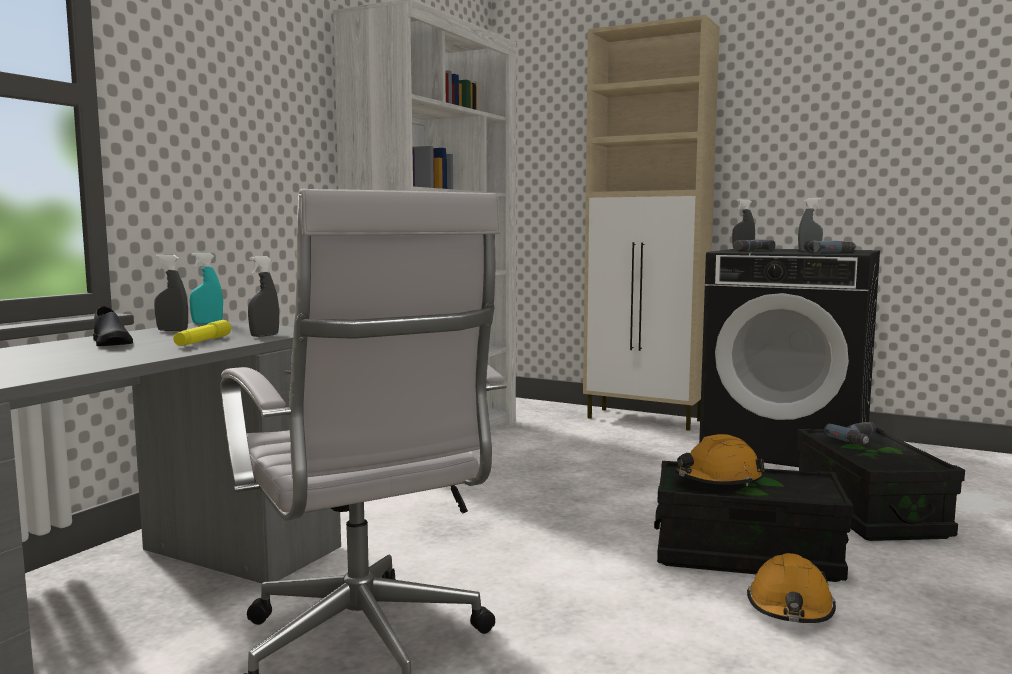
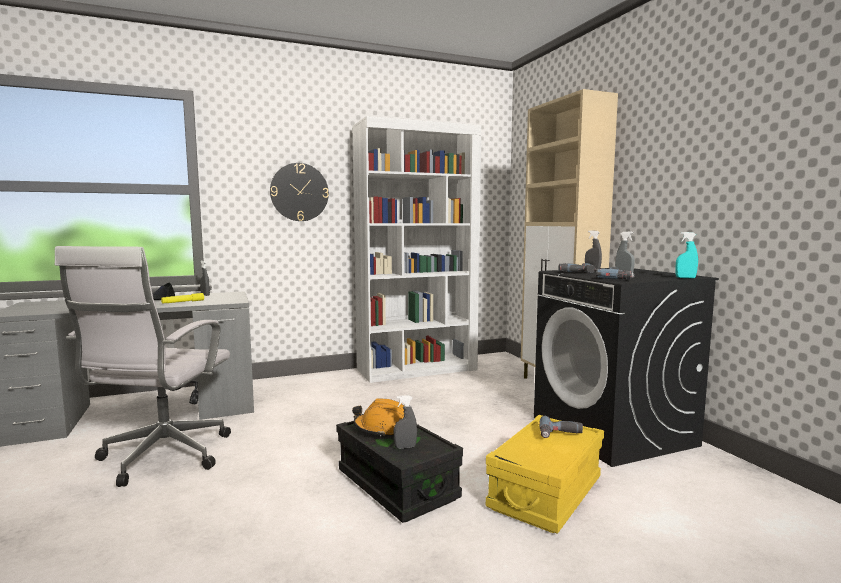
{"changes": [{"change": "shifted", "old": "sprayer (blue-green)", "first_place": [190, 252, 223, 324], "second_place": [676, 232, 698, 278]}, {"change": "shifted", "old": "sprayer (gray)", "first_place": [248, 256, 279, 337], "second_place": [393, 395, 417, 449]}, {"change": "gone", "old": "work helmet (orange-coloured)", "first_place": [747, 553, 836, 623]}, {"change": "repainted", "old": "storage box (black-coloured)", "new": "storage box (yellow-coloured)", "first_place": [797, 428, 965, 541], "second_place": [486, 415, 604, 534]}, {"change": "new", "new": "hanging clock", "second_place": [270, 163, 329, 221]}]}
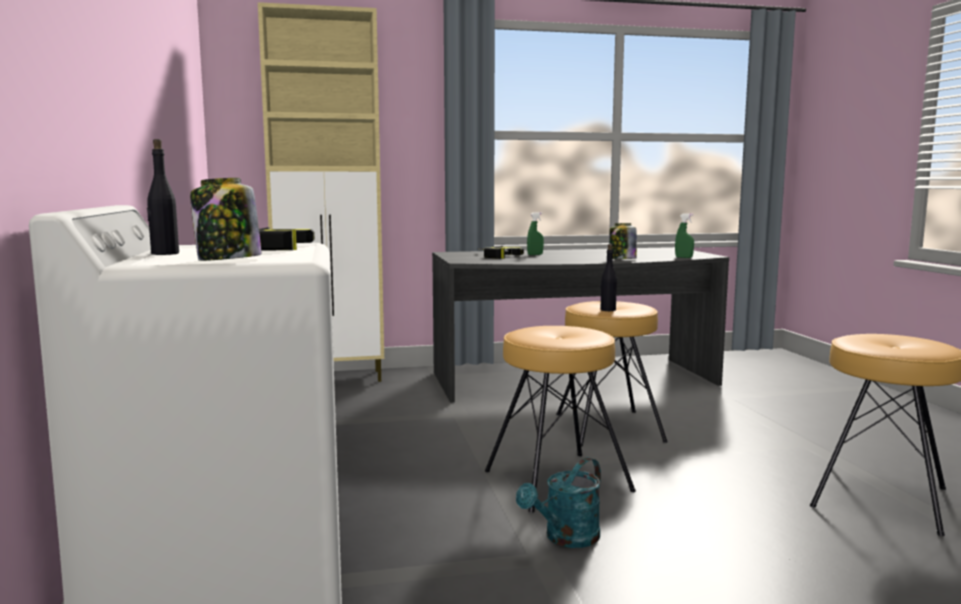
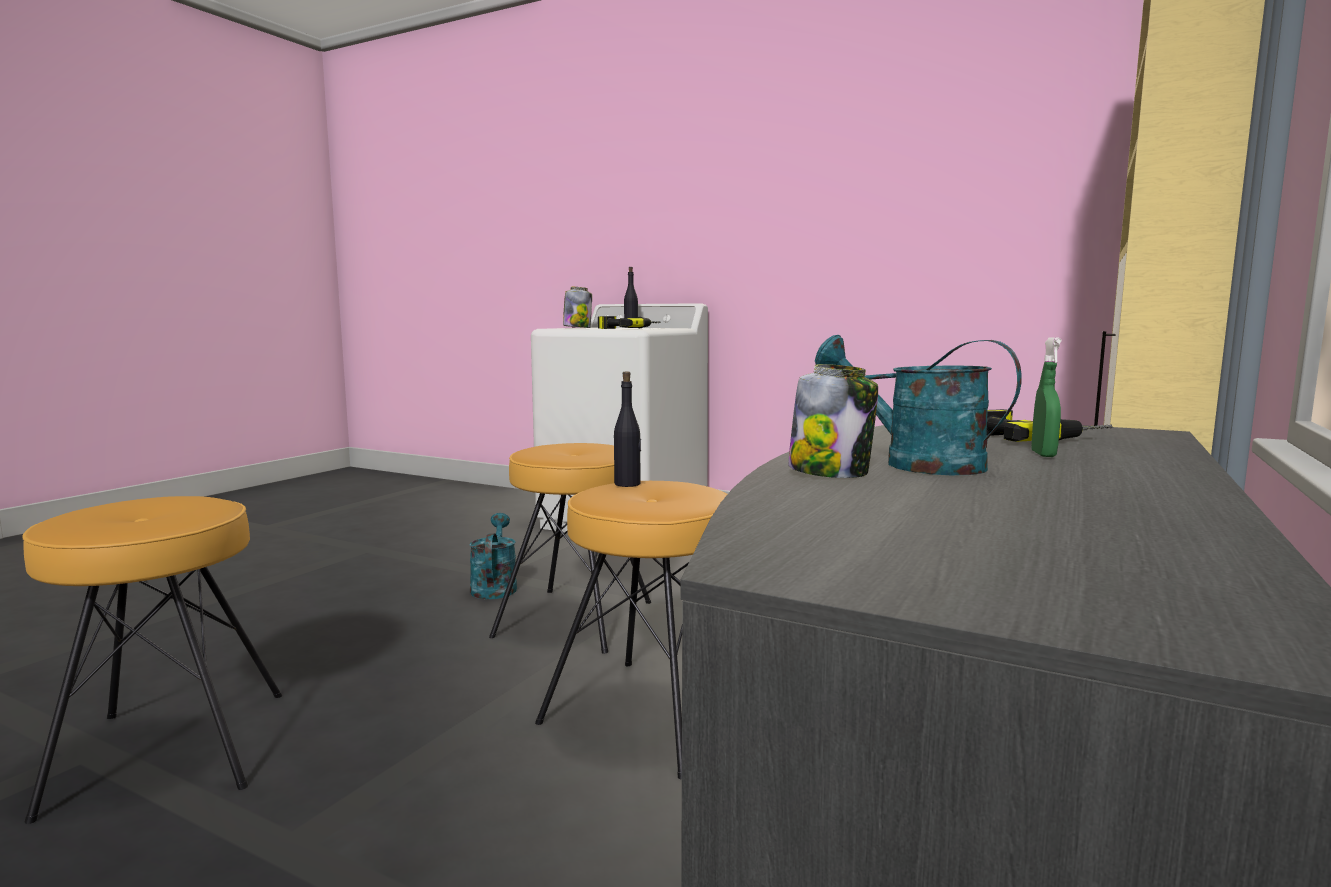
{"changes": [{"change": "gone", "old": "sprayer (green)", "first_place": [675, 214, 694, 258]}, {"change": "new", "new": "watering pot (blue-green)", "second_place": [815, 335, 1022, 475]}]}
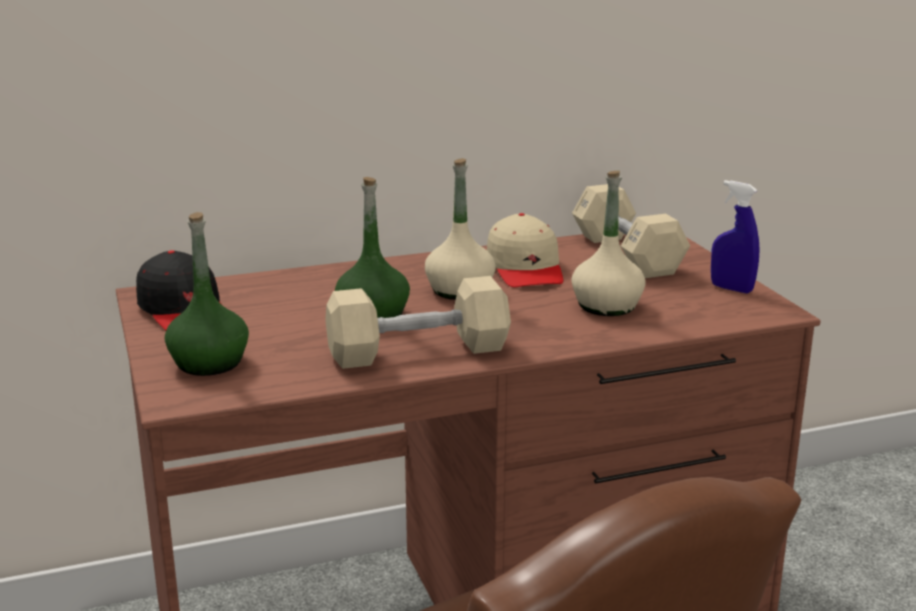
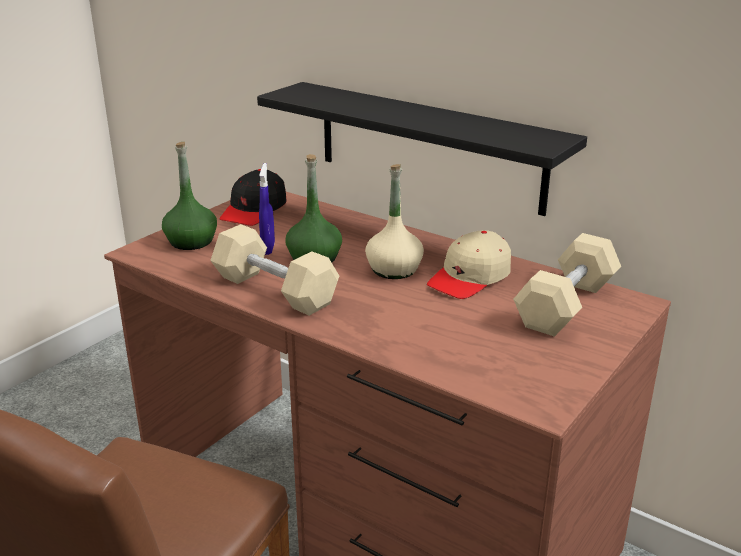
{"changes": [{"change": "gone", "old": "drink bottle (sand-coloured)", "first_place": [571, 171, 646, 316]}, {"change": "shifted", "old": "sprayer (blue)", "first_place": [711, 180, 760, 293], "second_place": [259, 163, 275, 255]}, {"change": "new", "new": "wall shelf (black-coloured)", "second_place": [257, 82, 587, 216]}]}
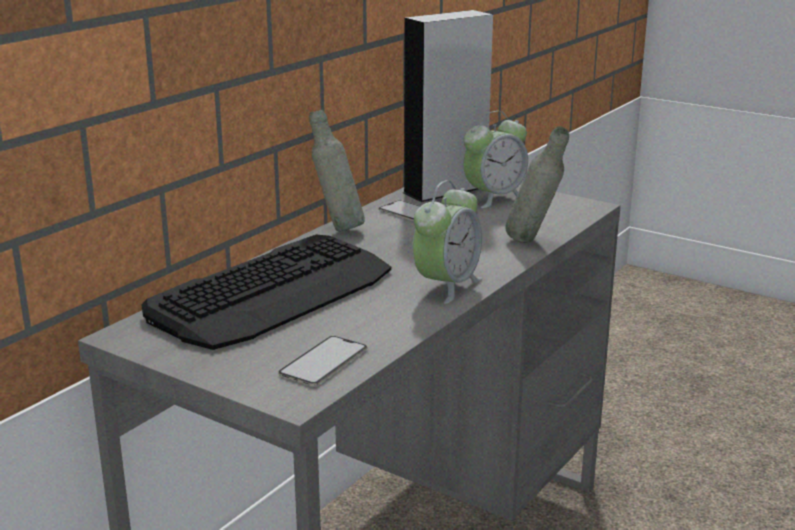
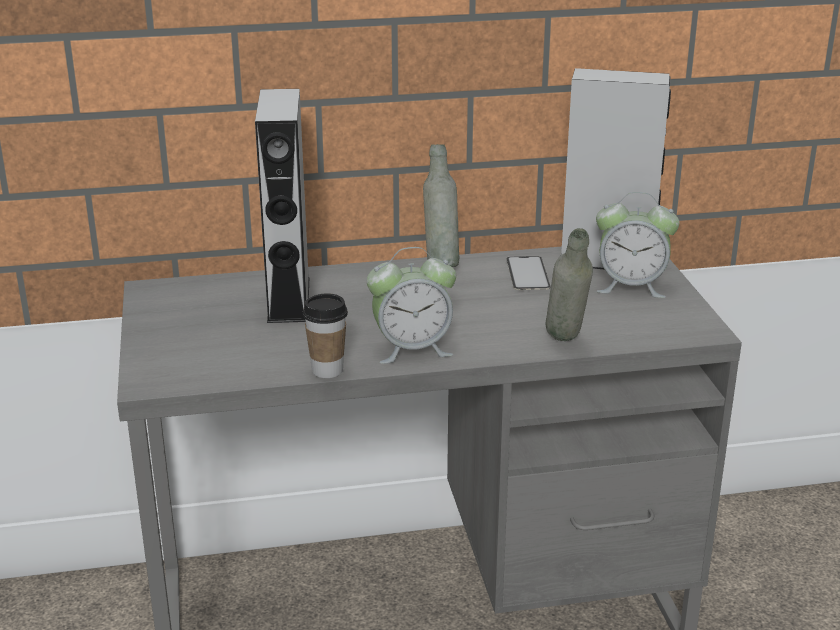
{"changes": [{"change": "swapped", "old": "PC keyboard", "new": "audio speaker (gray)", "first_place": [142, 235, 391, 350], "second_place": [255, 89, 309, 323]}, {"change": "gone", "old": "telephone", "first_place": [278, 336, 367, 386]}, {"change": "new", "new": "drinking cup", "second_place": [303, 293, 348, 378]}]}
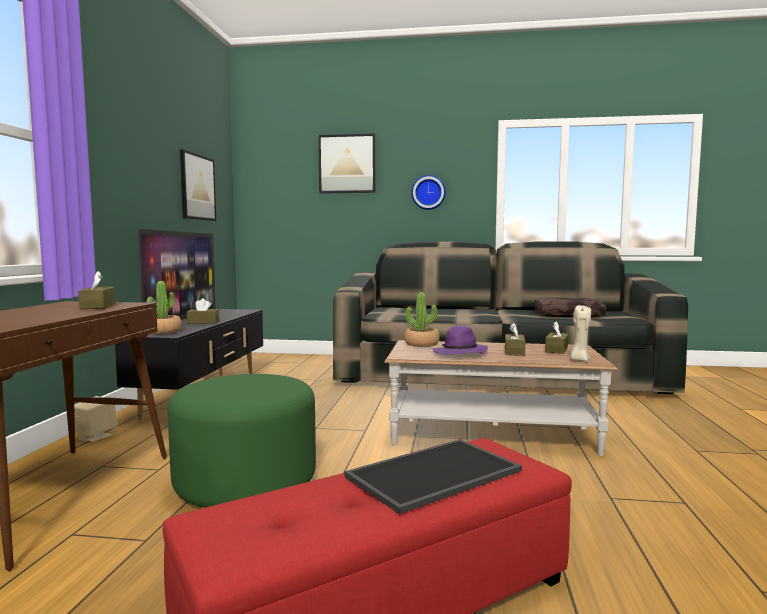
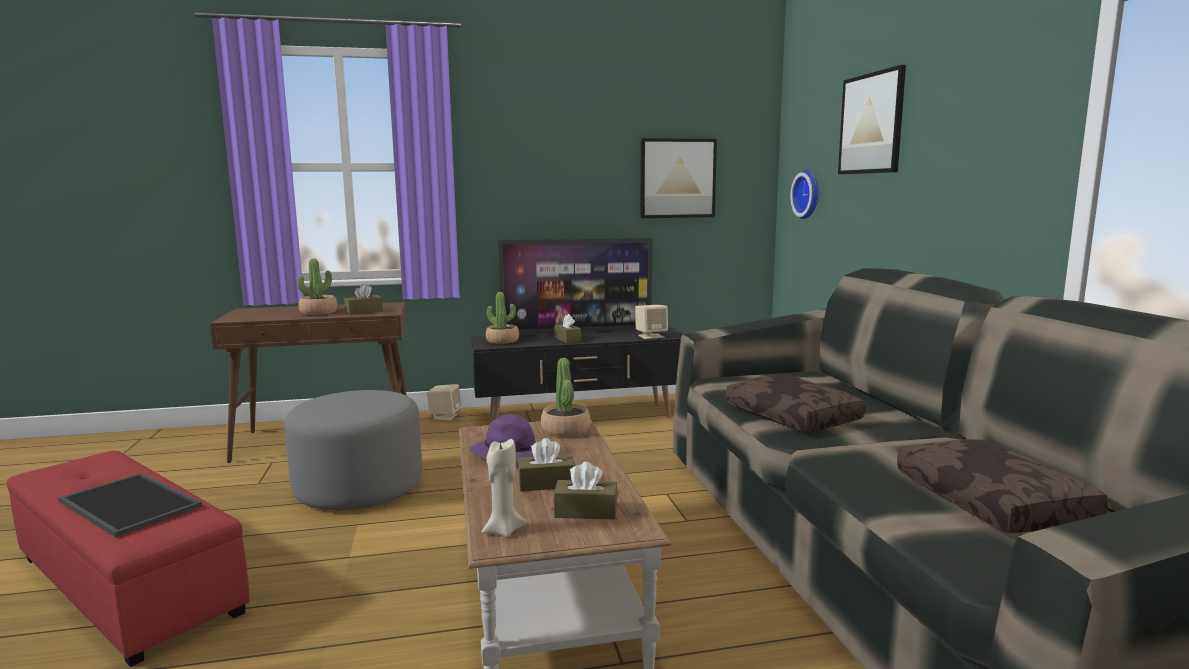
{"changes": [{"change": "repainted", "old": "ottoman (green)", "new": "ottoman (gray)", "first_place": [168, 374, 316, 508], "second_place": [284, 390, 422, 510]}, {"change": "shifted", "old": "hanging clock", "first_place": [412, 175, 446, 210], "second_place": [790, 170, 819, 219]}, {"change": "new", "new": "houseplant", "second_place": [297, 258, 338, 315]}, {"change": "new", "new": "audio speaker (sand-coloured)", "second_place": [635, 305, 668, 339]}, {"change": "new", "new": "pillow (brownish)", "second_place": [726, 375, 865, 432]}]}
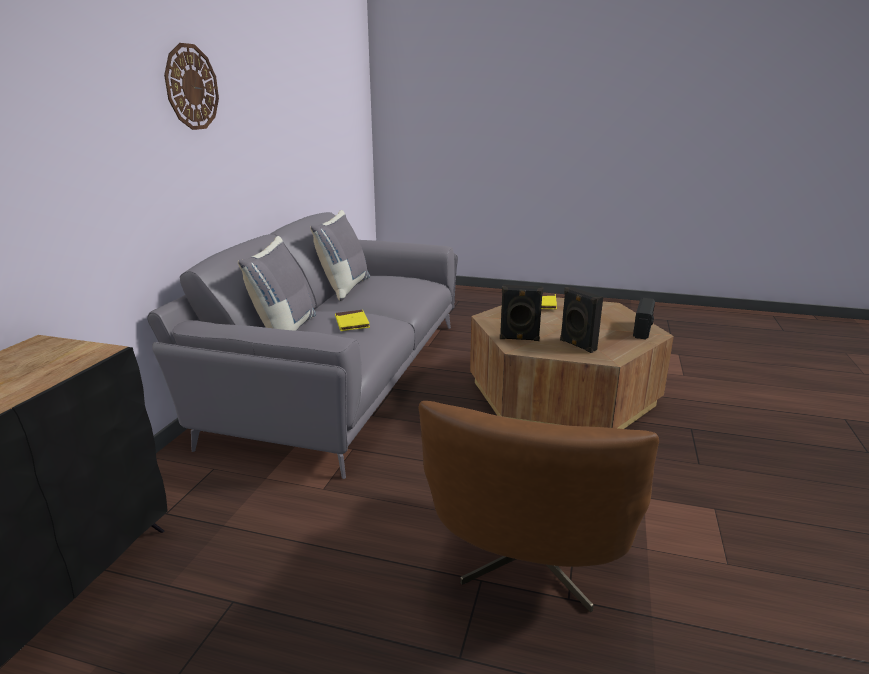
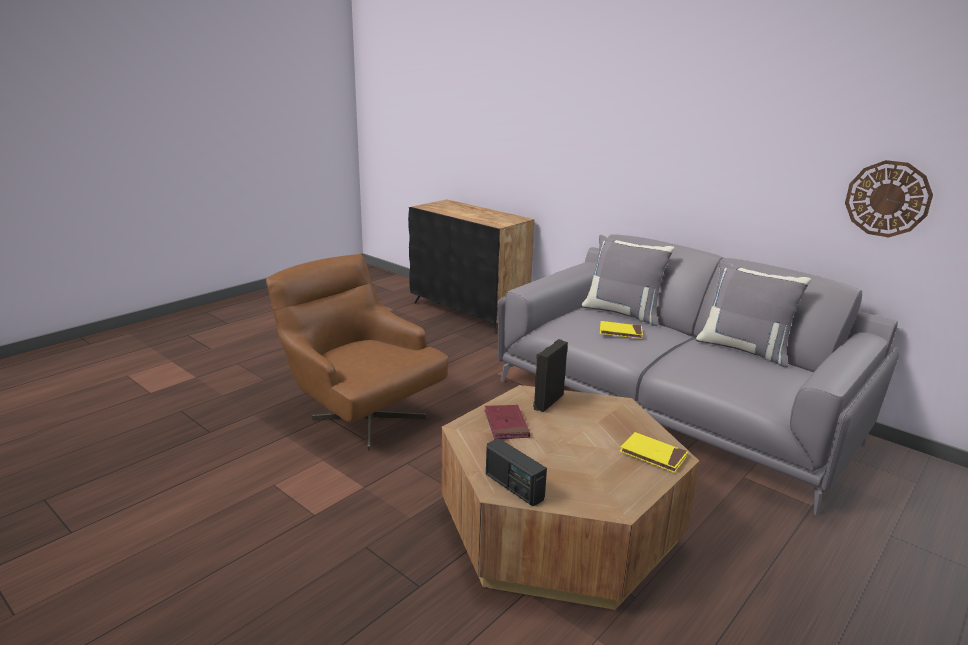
{"changes": [{"change": "shifted", "old": "hanging clock", "first_place": [164, 43, 219, 130], "second_place": [845, 160, 933, 238]}, {"change": "swapped", "old": "audio speaker (black-coloured)", "new": "book (reddish)", "first_place": [560, 287, 603, 353], "second_place": [484, 405, 530, 439]}]}
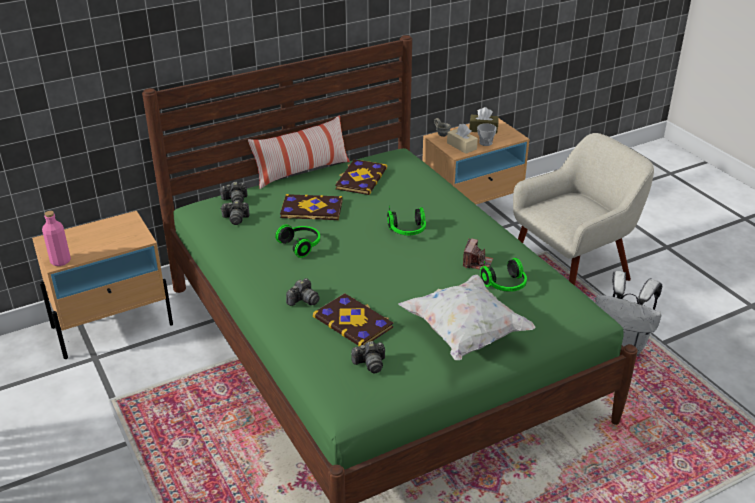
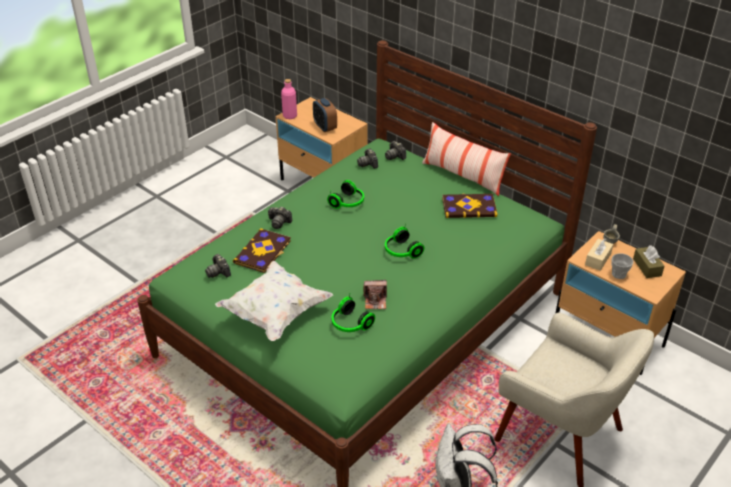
{"changes": [{"change": "gone", "old": "book", "first_place": [280, 194, 343, 220]}, {"change": "new", "new": "table clock", "second_place": [313, 98, 337, 132]}]}
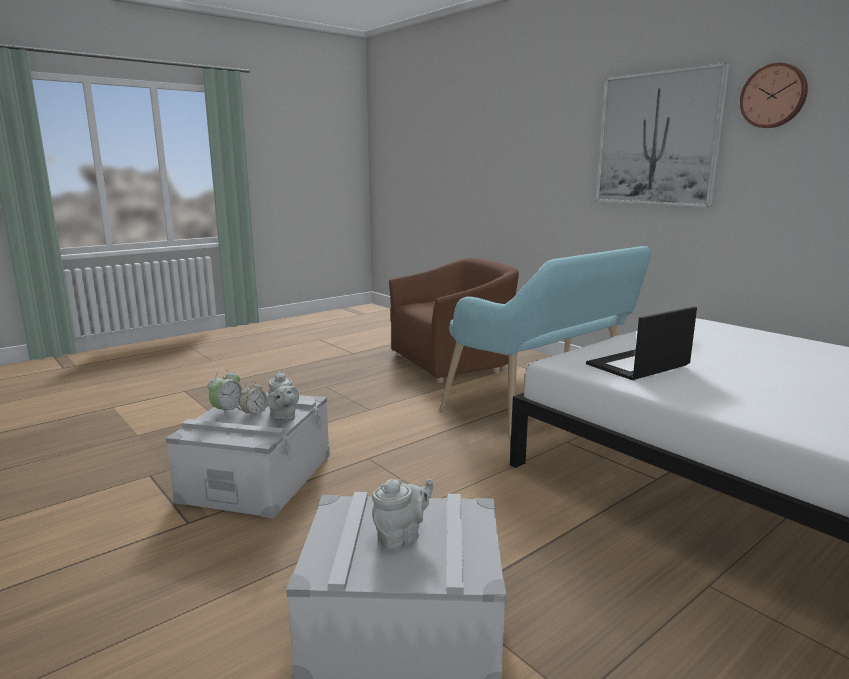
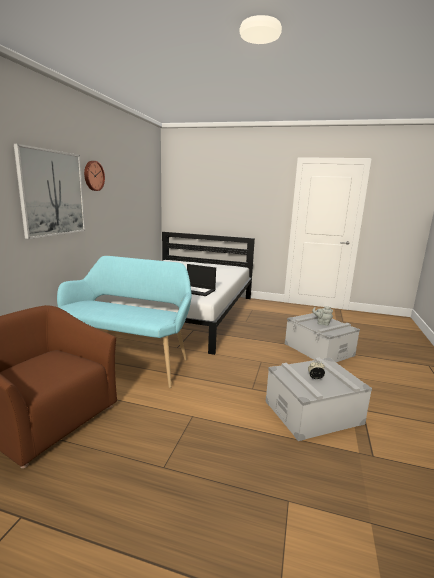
{"changes": [{"change": "gone", "old": "table clock", "first_place": [208, 369, 242, 419]}, {"change": "gone", "old": "pot for tea (gray)", "first_place": [267, 372, 299, 421]}]}
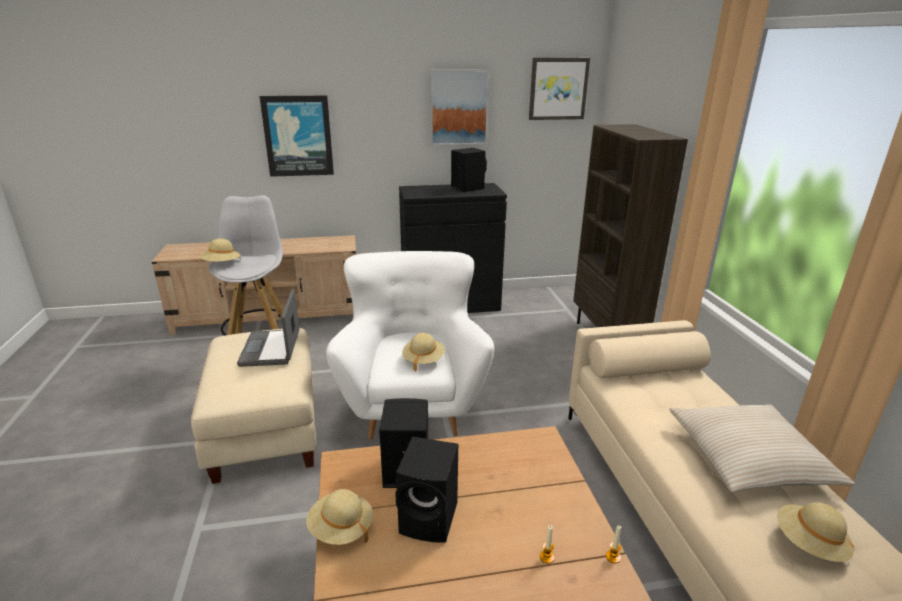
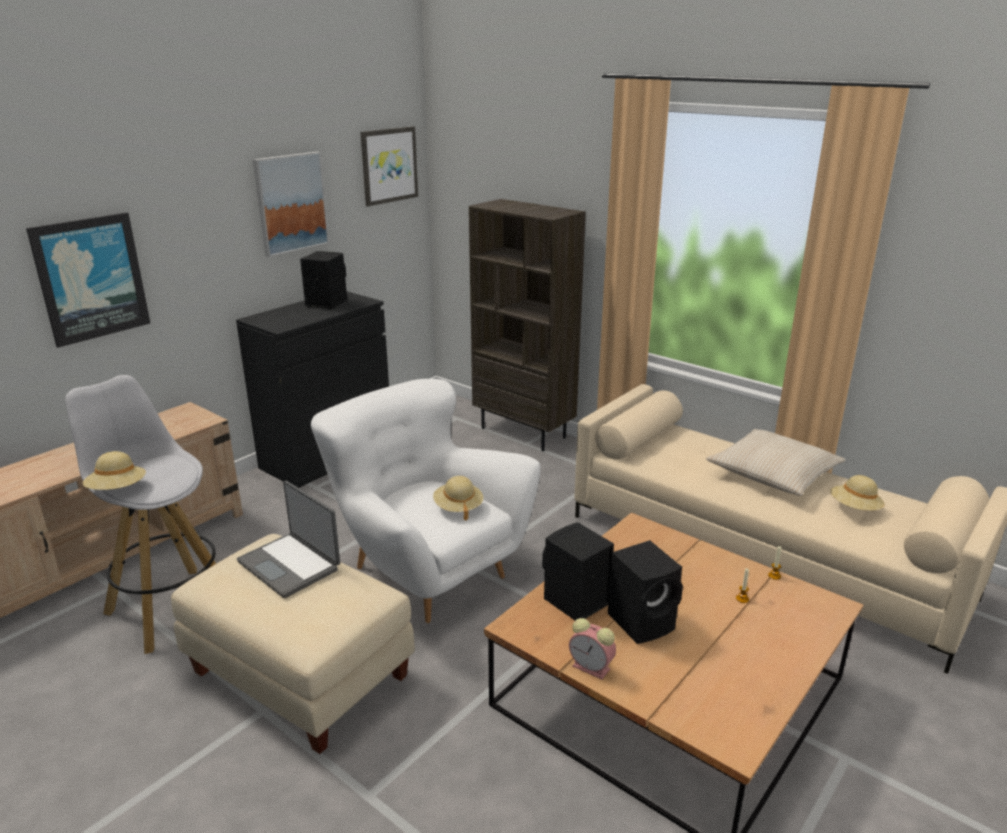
{"changes": [{"change": "swapped", "old": "clothing hat (sand-coloured)", "new": "table clock", "first_place": [306, 489, 373, 545], "second_place": [569, 618, 616, 679]}]}
